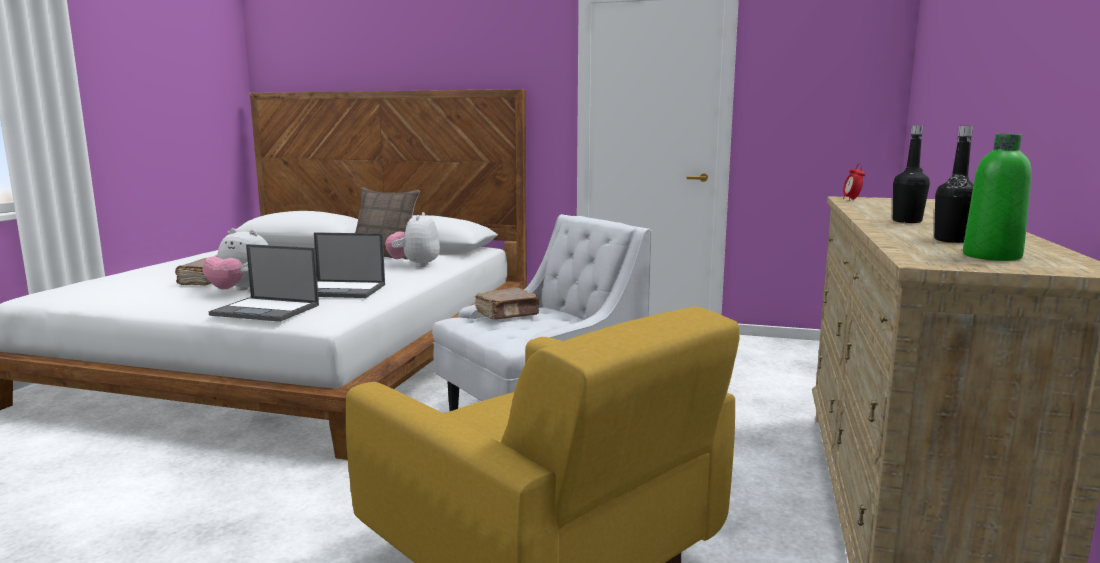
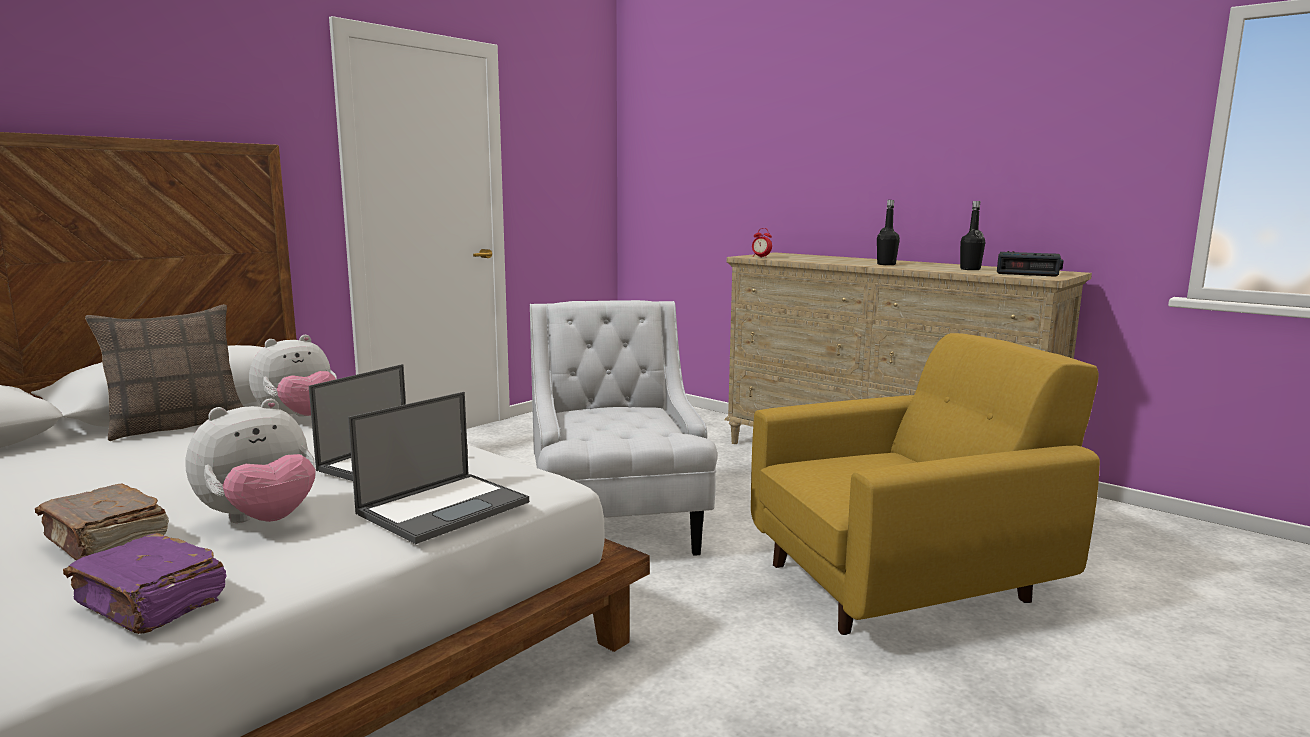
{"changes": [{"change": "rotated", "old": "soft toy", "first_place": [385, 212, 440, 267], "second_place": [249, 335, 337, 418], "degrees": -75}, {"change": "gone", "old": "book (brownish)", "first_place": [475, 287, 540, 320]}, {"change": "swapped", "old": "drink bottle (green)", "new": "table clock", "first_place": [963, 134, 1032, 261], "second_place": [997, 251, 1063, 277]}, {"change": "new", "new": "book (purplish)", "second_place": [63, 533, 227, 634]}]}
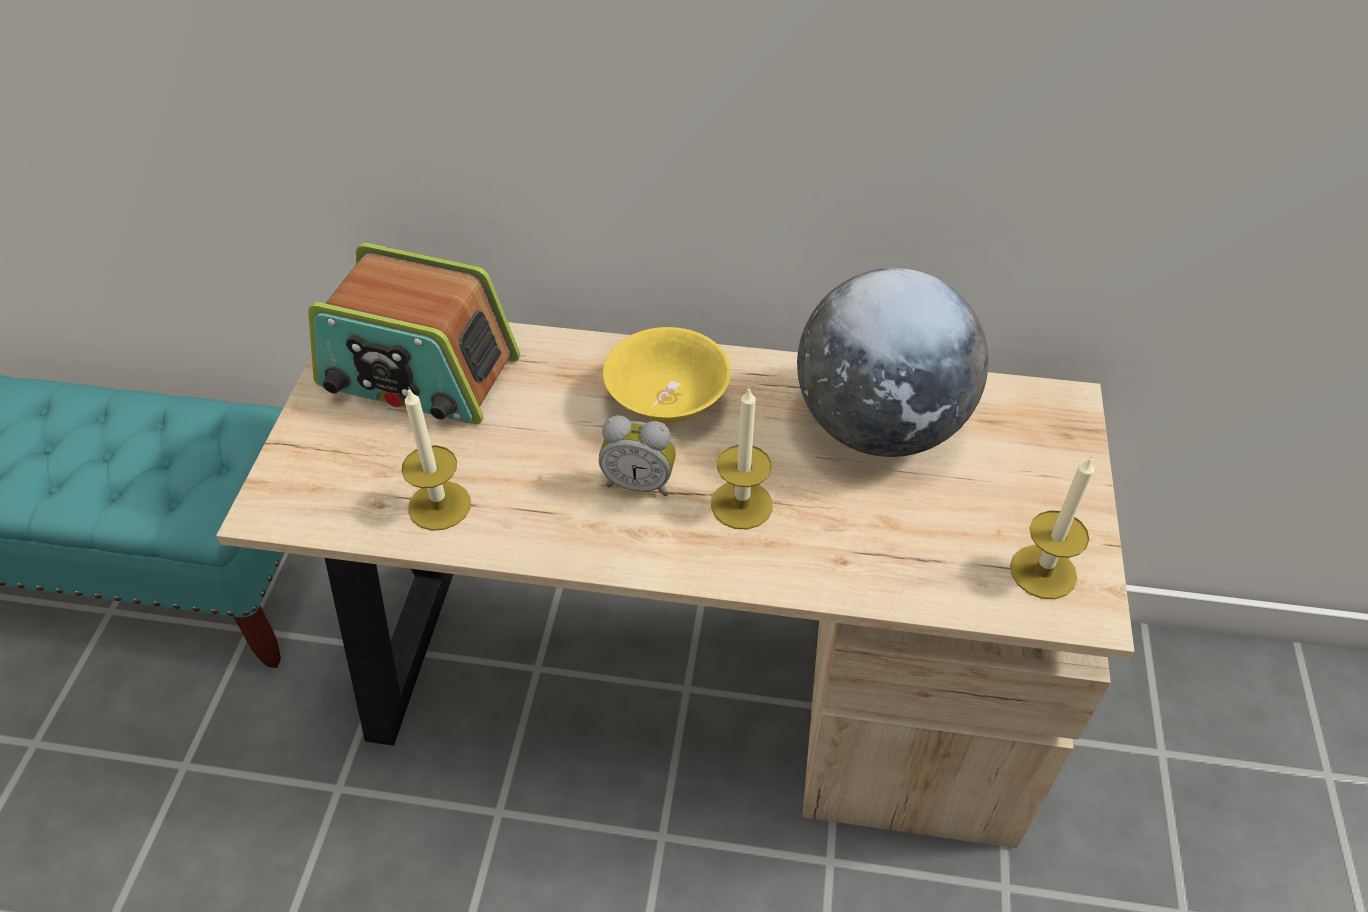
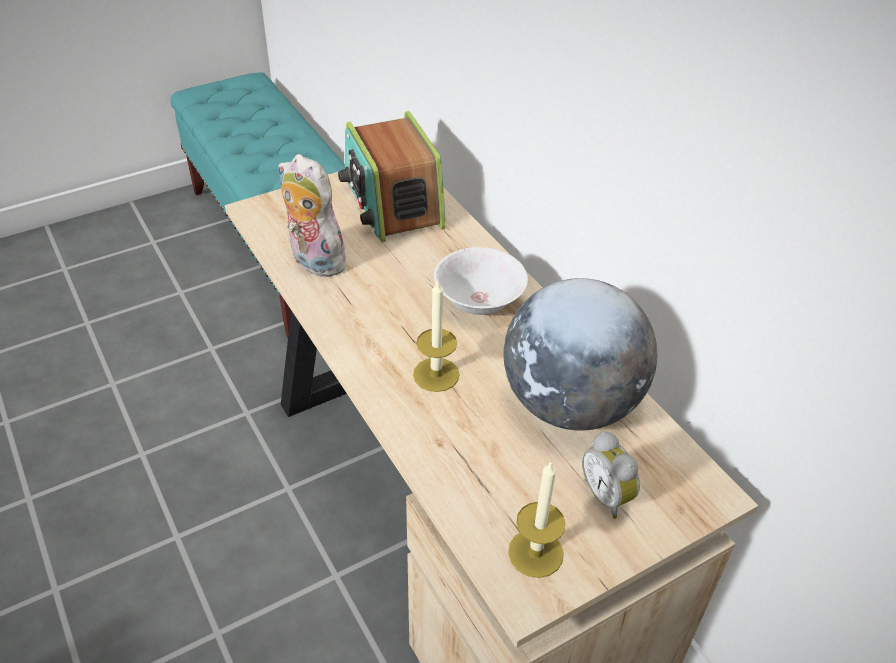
{"changes": [{"change": "swapped", "old": "wax candle", "new": "soft toy", "first_place": [401, 387, 471, 531], "second_place": [278, 154, 353, 277]}, {"change": "shifted", "old": "table clock", "first_place": [599, 415, 676, 496], "second_place": [582, 431, 640, 519]}, {"change": "repainted", "old": "bowl (yellow-coloured)", "new": "bowl (whitish)", "first_place": [603, 327, 731, 423], "second_place": [434, 247, 528, 315]}]}
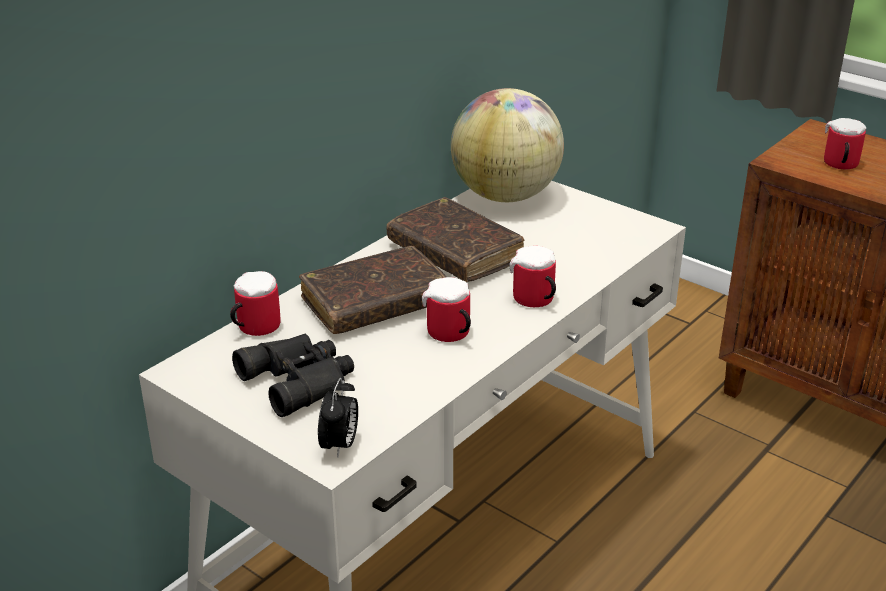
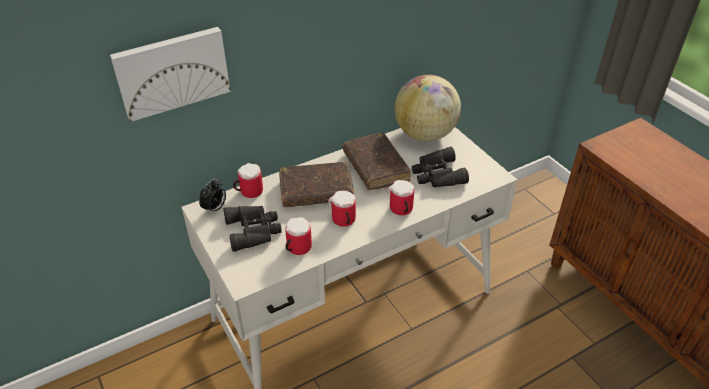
{"changes": [{"change": "shifted", "old": "table clock", "first_place": [318, 378, 358, 458], "second_place": [199, 179, 226, 215]}, {"change": "shifted", "old": "tea mug", "first_place": [824, 118, 867, 169], "second_place": [285, 217, 312, 255]}, {"change": "new", "new": "wall art", "second_place": [110, 27, 231, 122]}, {"change": "new", "new": "pair of binoculars (black-coloured)", "second_place": [412, 147, 469, 187]}]}
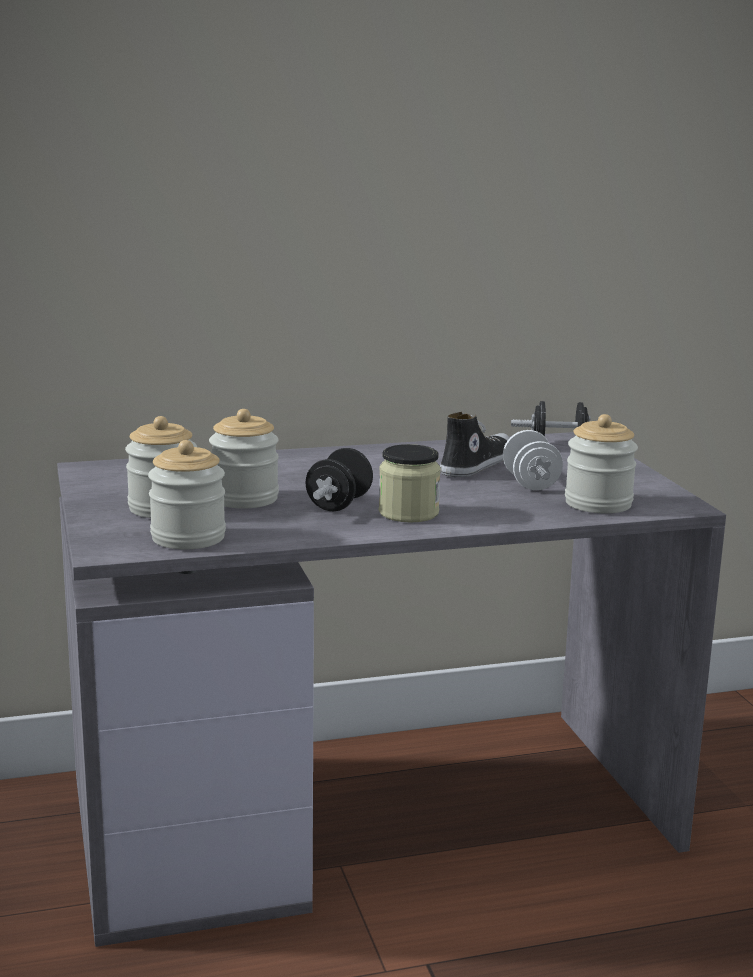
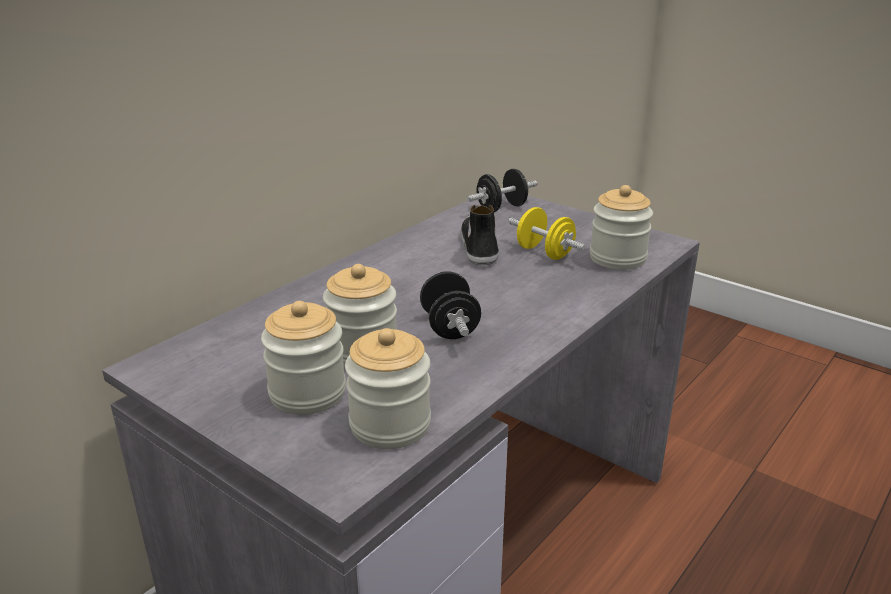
{"changes": [{"change": "gone", "old": "jar", "first_place": [379, 444, 441, 523]}, {"change": "repainted", "old": "free weight (whitish)", "new": "free weight (yellow-coloured)", "first_place": [503, 430, 563, 490], "second_place": [508, 207, 586, 260]}]}
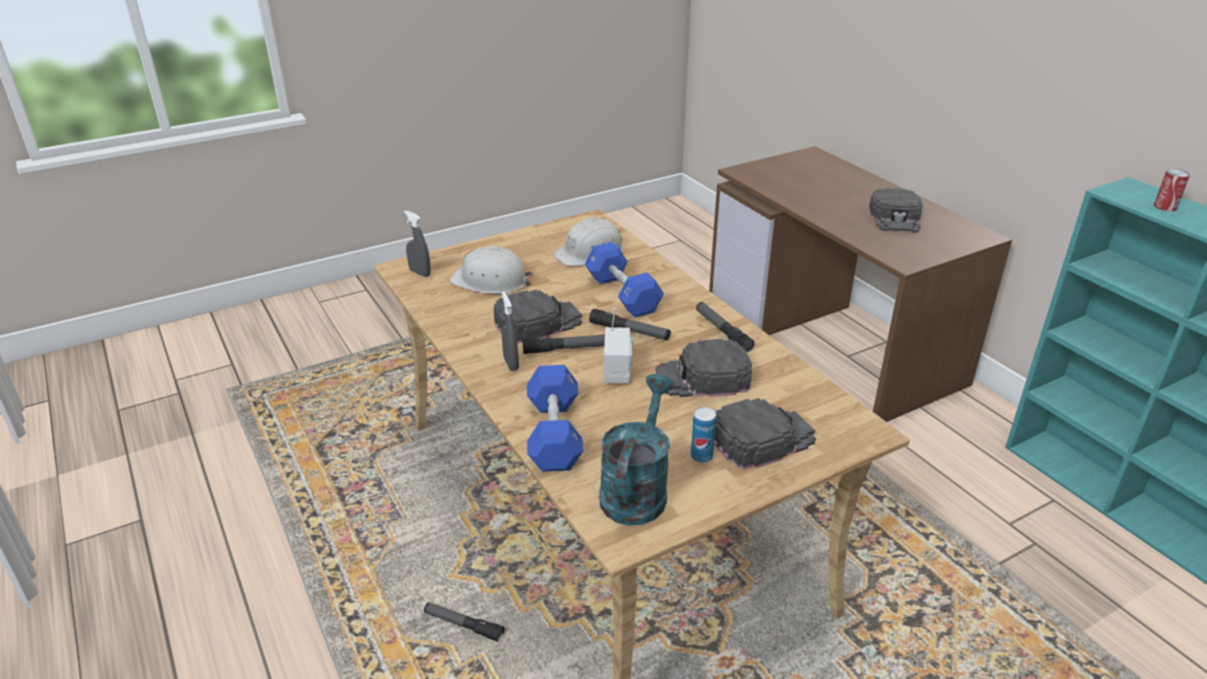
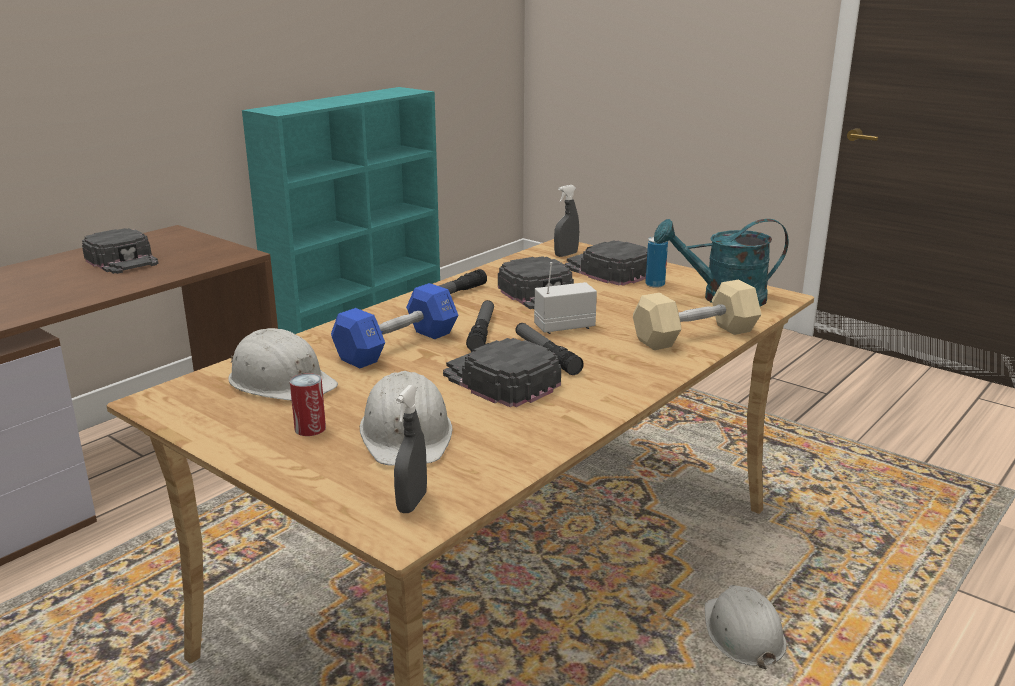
{"changes": [{"change": "swapped", "old": "flashlight", "new": "work helmet (whitish)", "first_place": [424, 602, 505, 642], "second_place": [705, 585, 787, 669]}, {"change": "shifted", "old": "sprayer (gray)", "first_place": [502, 292, 519, 371], "second_place": [554, 185, 579, 257]}, {"change": "repainted", "old": "free weight (blue)", "new": "free weight (sand-coloured)", "first_place": [527, 365, 583, 472], "second_place": [633, 280, 762, 350]}, {"change": "rotated", "old": "cap (black-coloured)", "first_place": [869, 188, 923, 233], "second_place": [82, 228, 159, 274], "degrees": 60}, {"change": "shifted", "old": "metal can", "first_place": [1154, 169, 1190, 211], "second_place": [290, 373, 326, 436]}]}
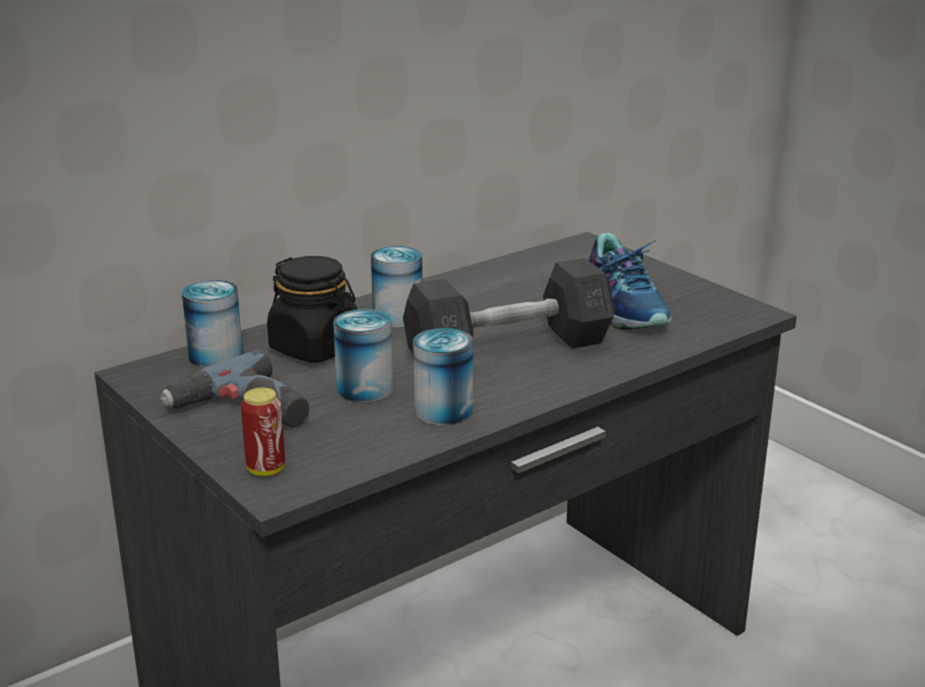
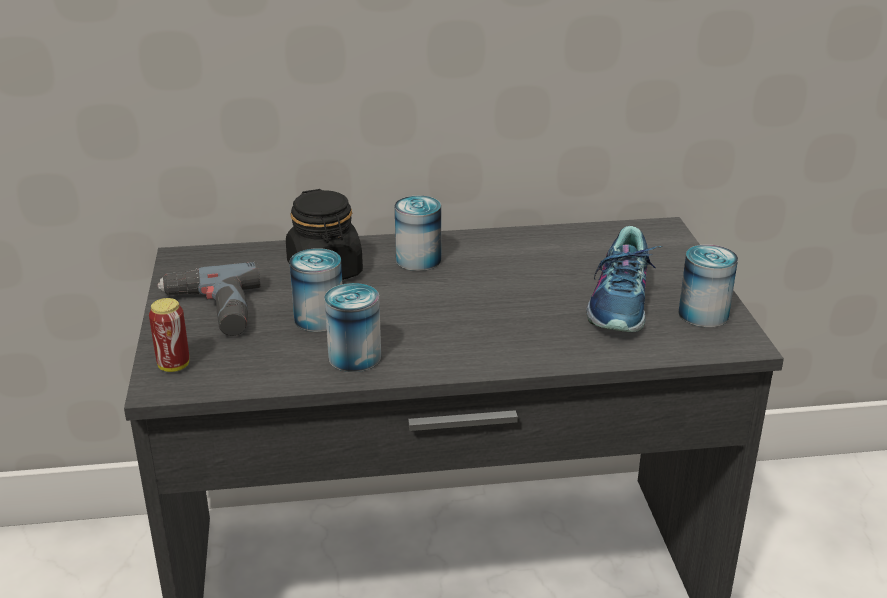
{"changes": [{"change": "shifted", "old": "metal can", "first_place": [182, 280, 243, 367], "second_place": [678, 245, 738, 327]}, {"change": "gone", "old": "free weight (gray)", "first_place": [403, 258, 615, 353]}]}
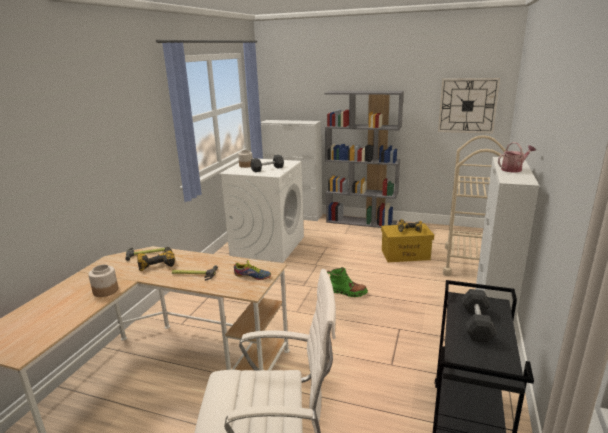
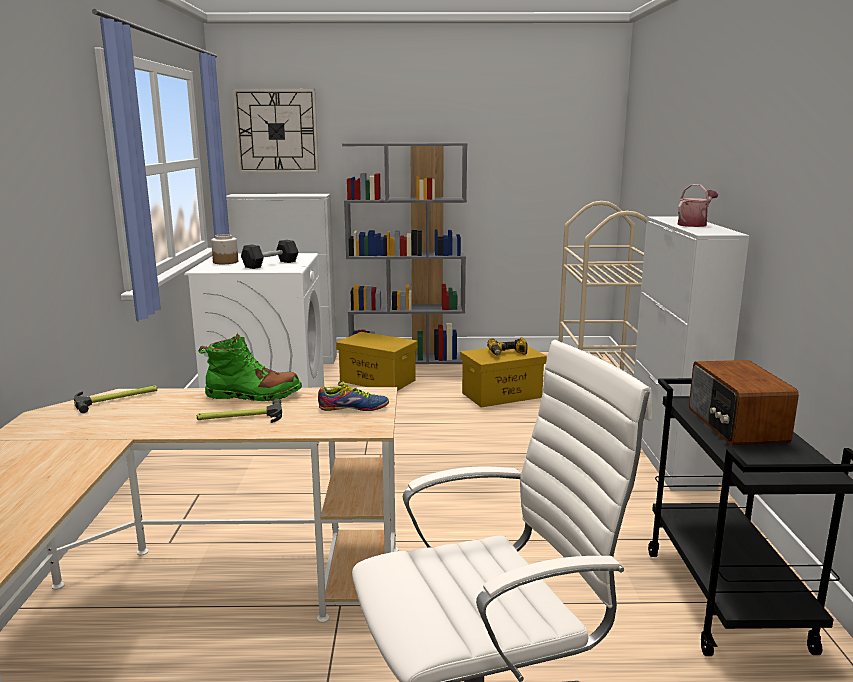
{"changes": [{"change": "gone", "old": "jar", "first_place": [88, 264, 118, 297]}, {"change": "gone", "old": "drill", "first_place": [137, 247, 175, 271]}, {"change": "shifted", "old": "tall boot (green)", "first_place": [327, 267, 368, 297], "second_place": [198, 333, 302, 401]}, {"change": "shifted", "old": "hanging clock", "first_place": [438, 78, 500, 134], "second_place": [233, 89, 319, 173]}, {"change": "swapped", "old": "free weight (black-coloured)", "new": "radio", "first_place": [462, 289, 497, 343], "second_place": [689, 360, 799, 445]}, {"change": "new", "new": "storage box (yellow-coloured)", "second_place": [336, 332, 418, 391]}]}
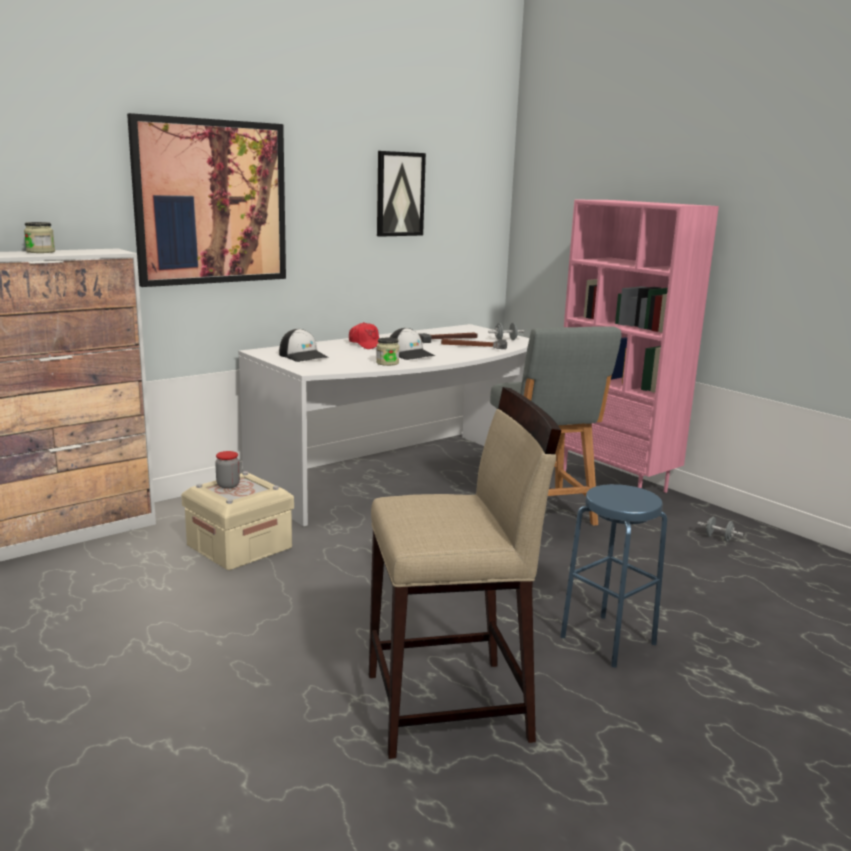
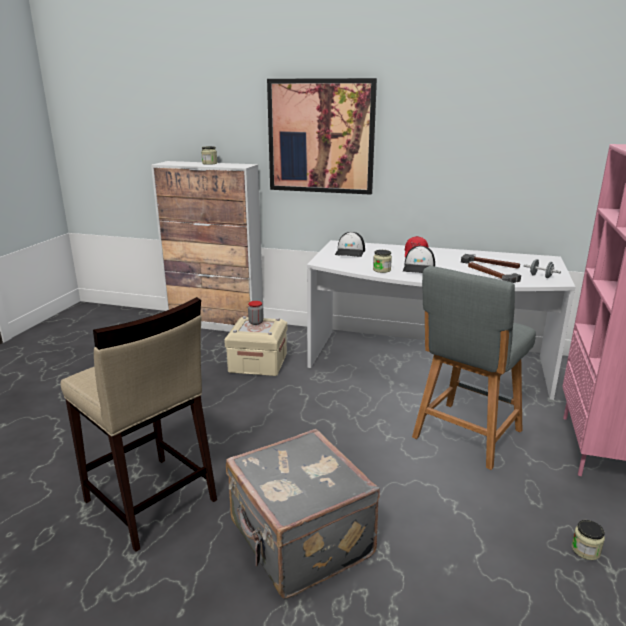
{"changes": [{"change": "gone", "old": "wall art", "first_place": [377, 151, 426, 237]}, {"change": "swapped", "old": "sitting stool (blue)", "new": "suitcase (gray)", "first_place": [561, 484, 667, 667], "second_place": [226, 429, 380, 599]}, {"change": "swapped", "old": "free weight (gray)", "new": "jar", "first_place": [698, 517, 743, 541], "second_place": [572, 520, 605, 560]}]}
